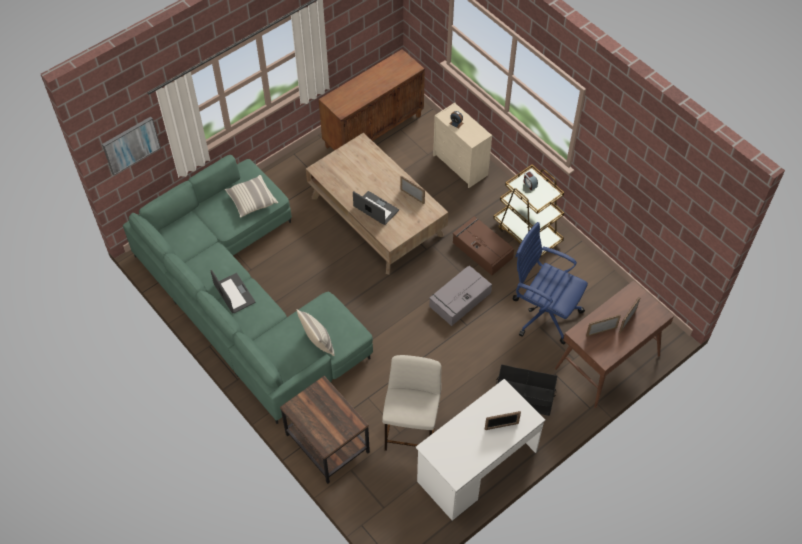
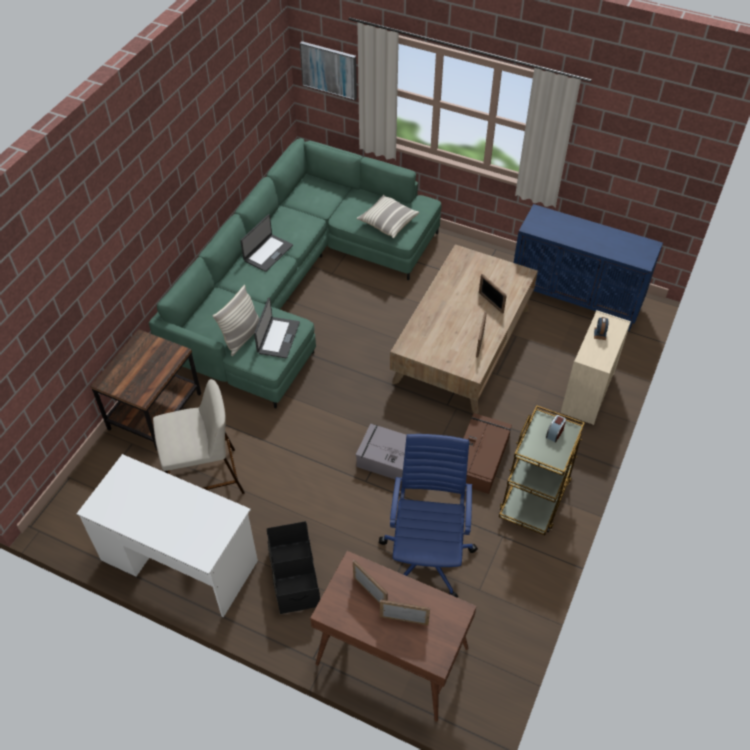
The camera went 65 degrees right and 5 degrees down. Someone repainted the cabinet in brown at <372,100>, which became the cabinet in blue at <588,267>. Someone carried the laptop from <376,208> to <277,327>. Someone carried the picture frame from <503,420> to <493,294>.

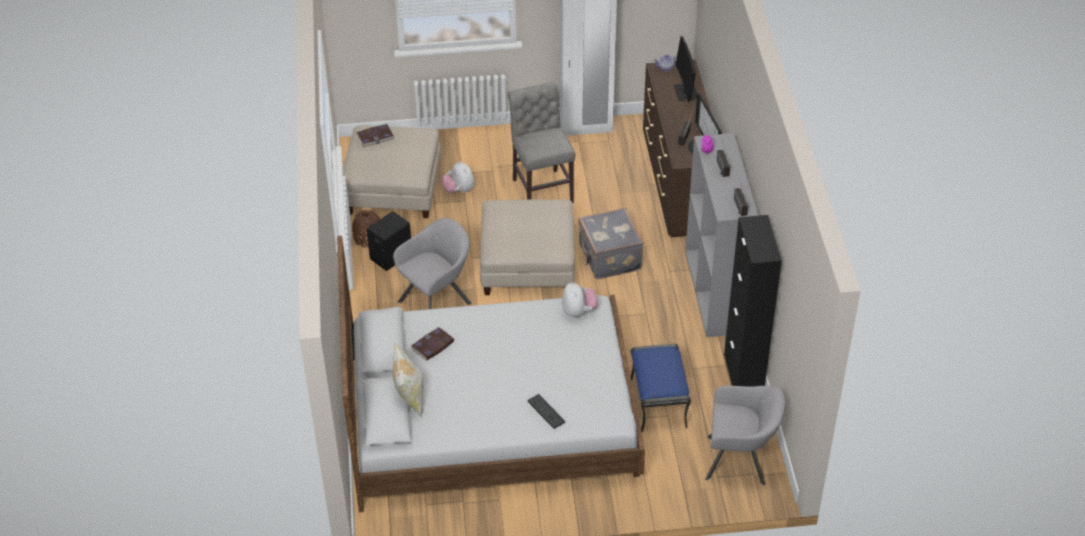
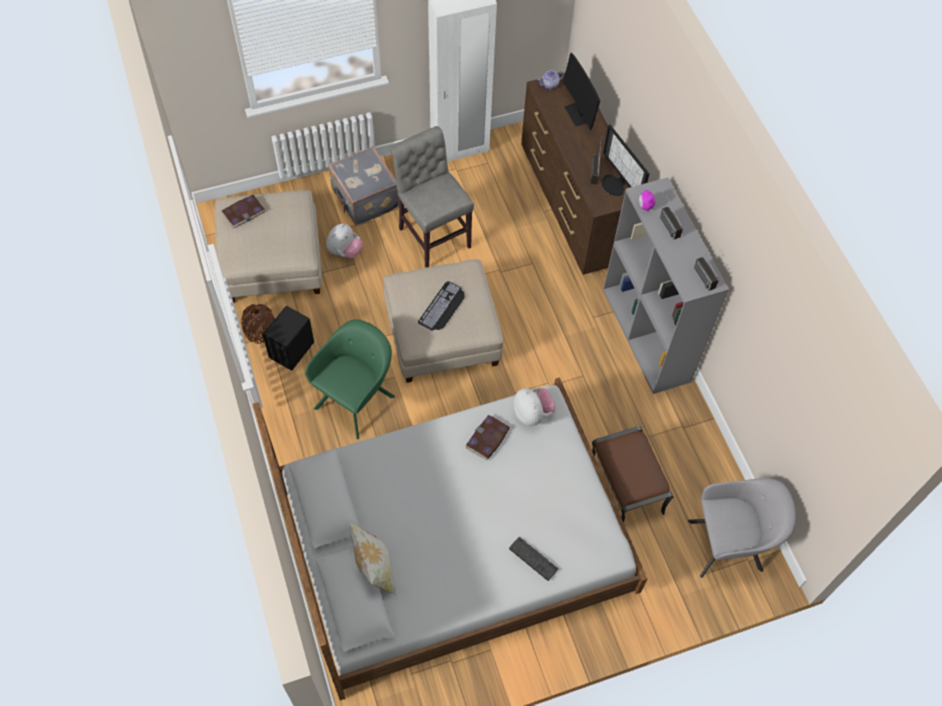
The camera went 15 degrees left and 15 degrees up. Someone rotated the plush toy at <458,177> by 105 degrees counterclockwise. Someone carried the suitcase in grey from <610,243> to <363,186>. Someone took away the cabinet in black at <753,301>. Someone repainted the armchair in grey at <432,263>, which became the armchair in green at <350,379>. Someone carried the book from <432,344> to <488,437>. Someone repainted the ottoman in blue at <660,388>, which became the ottoman in brown at <632,474>. Someone put down the keyboard at <441,306>.

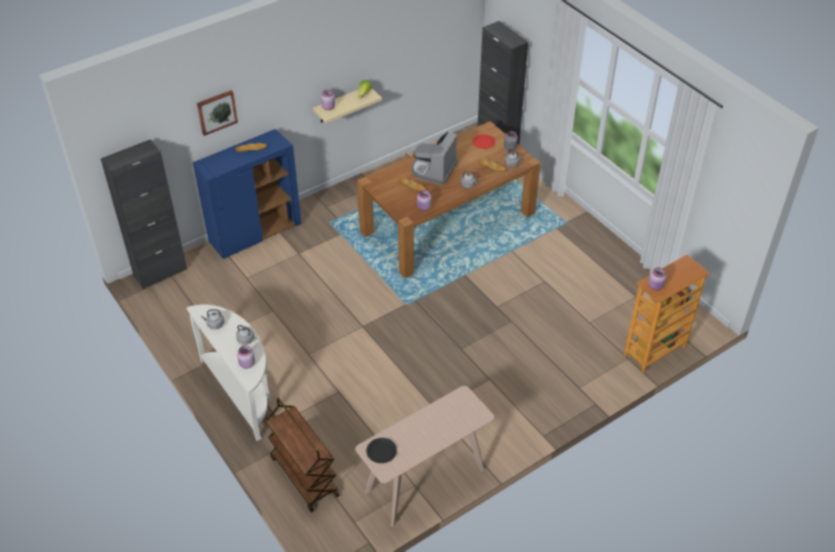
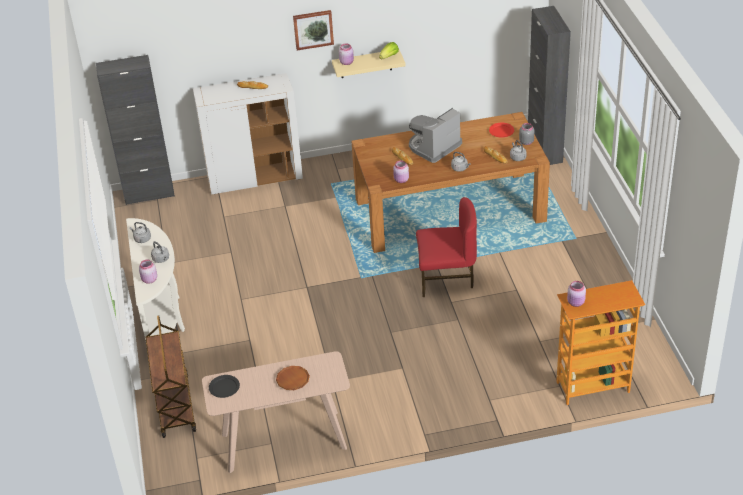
The camera went 25 degrees right and 5 degrees down. Someone carried the picture from <217,113> to <313,30>. Someone repainted the cabinet in blue at <247,194>, which became the cabinet in white at <248,134>. Someone put down the chair in red at <446,247>. Someone put down the plate in brown at <293,378>.

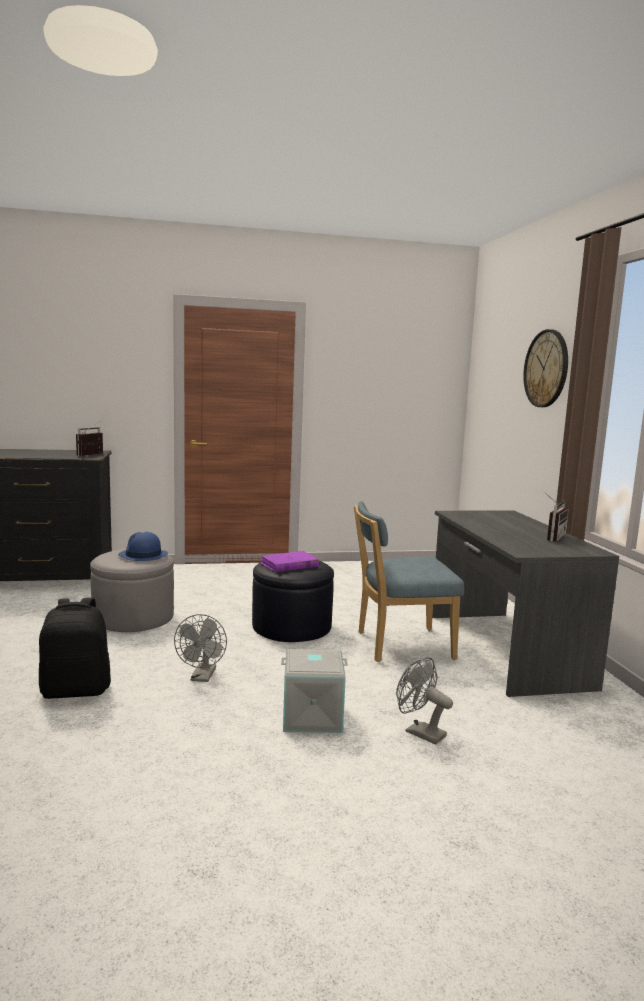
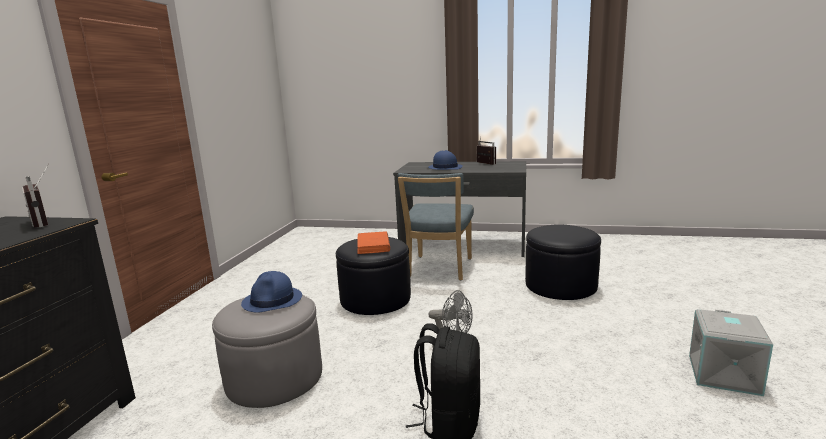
The camera went 65 degrees left and 5 degrees up. Someone took away the wall clock at <545,368>. Someone repainted the book in purple at <289,561>, which became the book in orange at <373,242>. Someone carried the storage box in grey from <314,691> to <731,352>. Someone swapped the fan in grey at <424,701> for the ottoman in black at <563,262>. Someone put down the hat in blue at <445,160>.

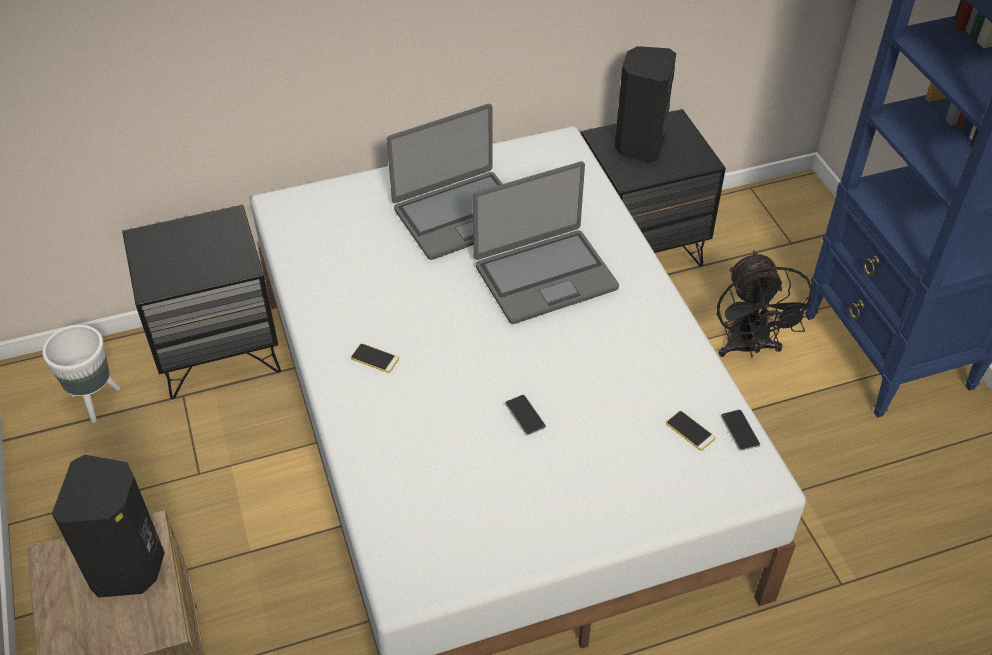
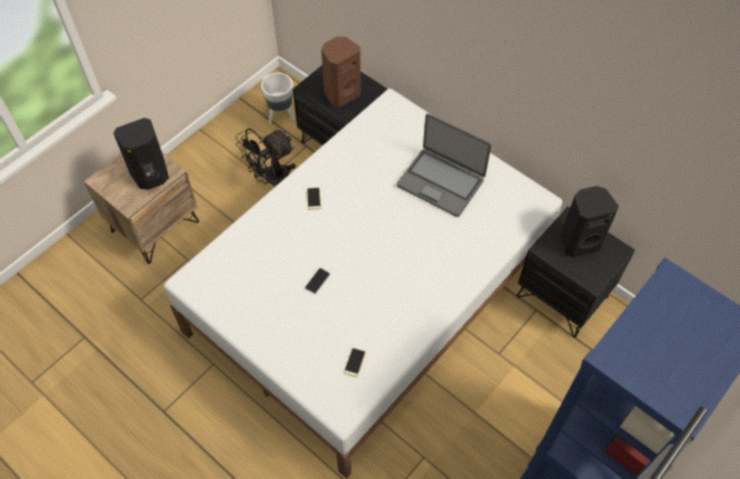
The camera went 60 degrees right and 10 degrees up. Someone took away the laptop at <546,242>. Someone carried the fan in black from <767,304> to <265,157>. Someone took away the phone at <740,430>. Someone put down the speaker in brown at <341,72>.

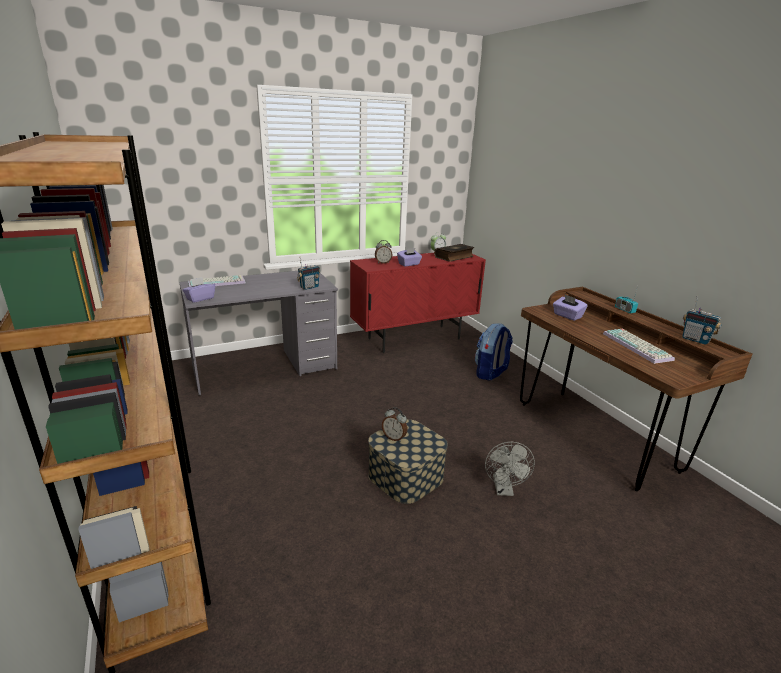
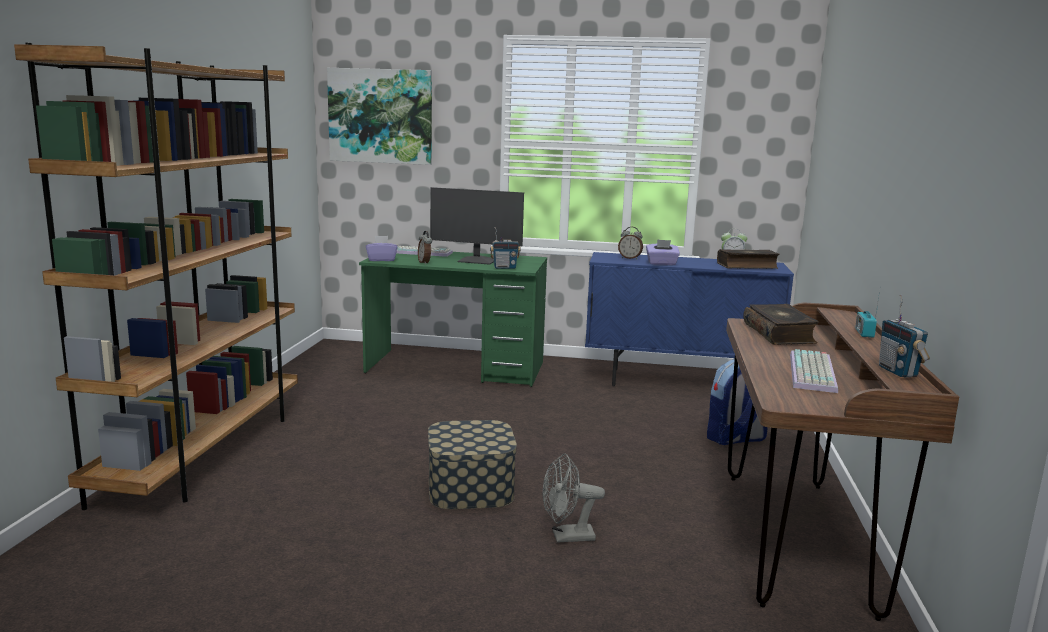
The camera went 35 degrees right and 10 degrees down. Someone repainted the cabinet in red at <418,303>, which became the cabinet in blue at <689,319>. Someone repainted the desk in grey at <258,333>, which became the desk in green at <453,319>. Someone swapped the tissue box in purple at <570,307> for the book at <781,324>. Someone carried the alarm clock from <395,424> to <425,248>. Someone rotated the fan in grey at <510,469> by 45 degrees clockwise. Someone put up the picture at <379,116>. Someone put down the monitor at <477,226>.

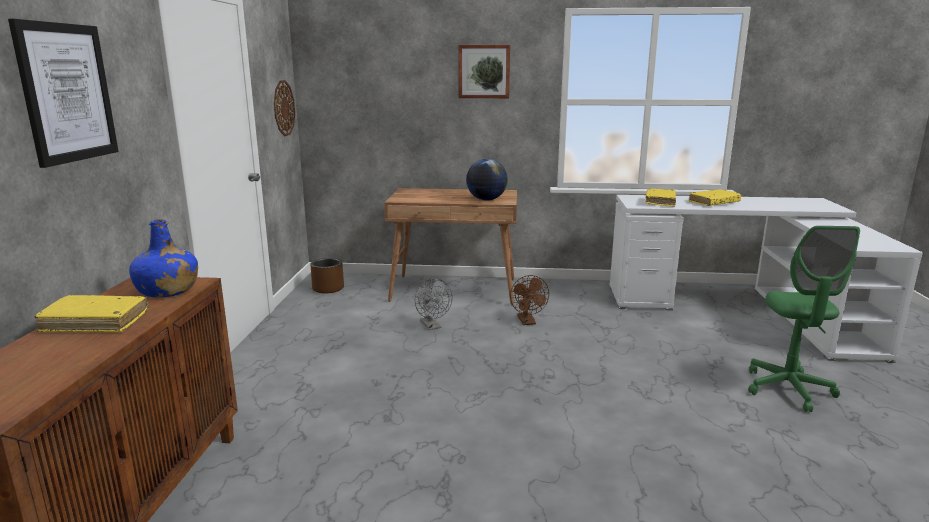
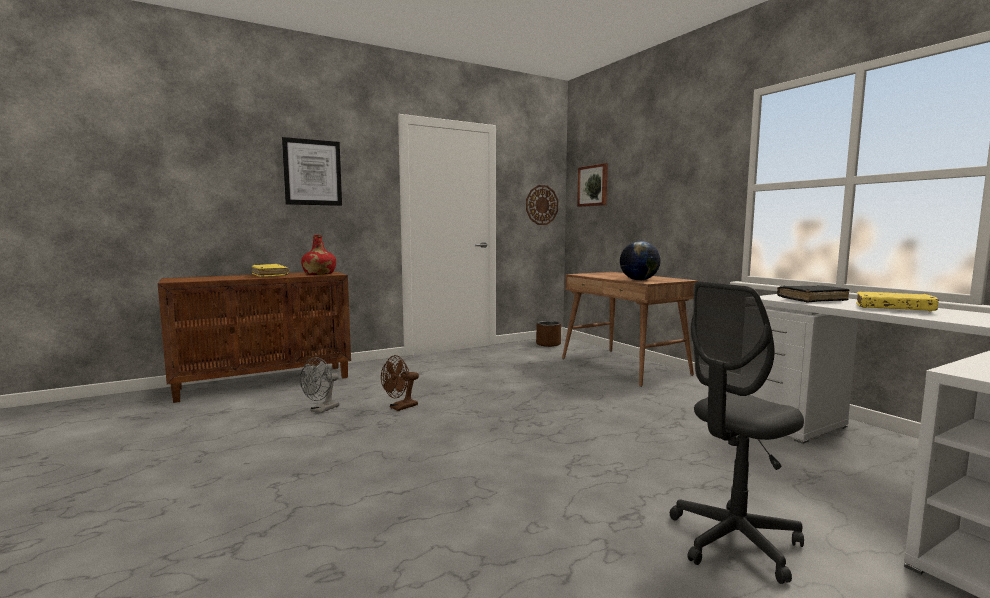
The camera went 55 degrees right and 10 degrees down. Someone carried the picture from <484,71> to <592,185>. Someone repainted the book in yellow at <660,198>, which became the book in black at <813,294>. Someone repainted the bottle in blue at <163,258>, which became the bottle in red at <318,255>. Someone repainted the office chair in green at <804,319>, which became the office chair in grey at <737,433>. Someone carried the fan in brown from <529,300> to <400,383>. Someone carried the fan in grey from <433,304> to <319,385>.

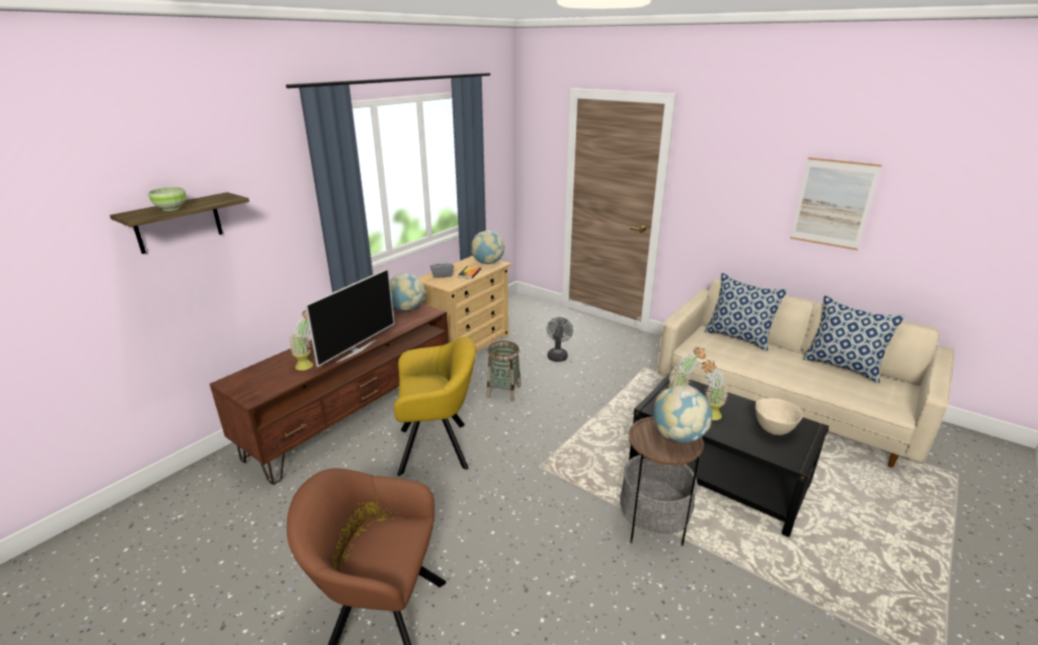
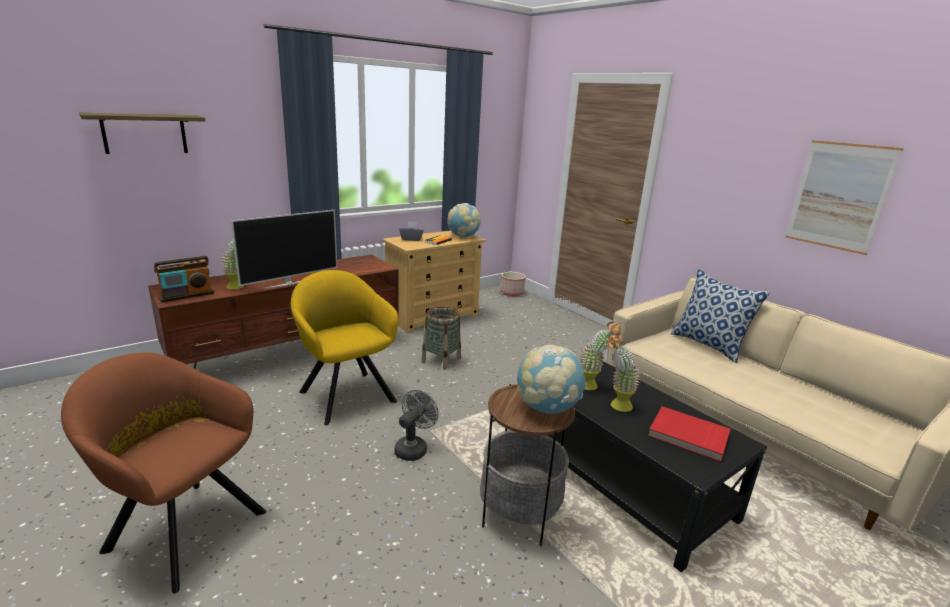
The camera went 15 degrees right and 5 degrees down. Someone took away the bowl in green at <167,199>. Someone took away the globe at <408,292>. Someone took away the pillow at <854,339>. Someone carried the fan in grey from <560,339> to <416,425>. Someone rotated the armchair in yellow at <435,406> by 135 degrees counterclockwise. Someone swapped the bowl in beige at <779,416> for the book in red at <689,434>. Someone put down the radio at <184,279>. Someone put down the planter at <513,284>.

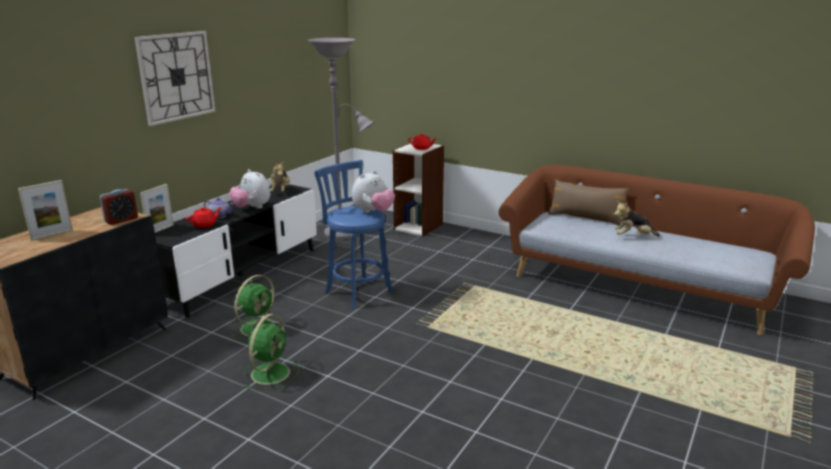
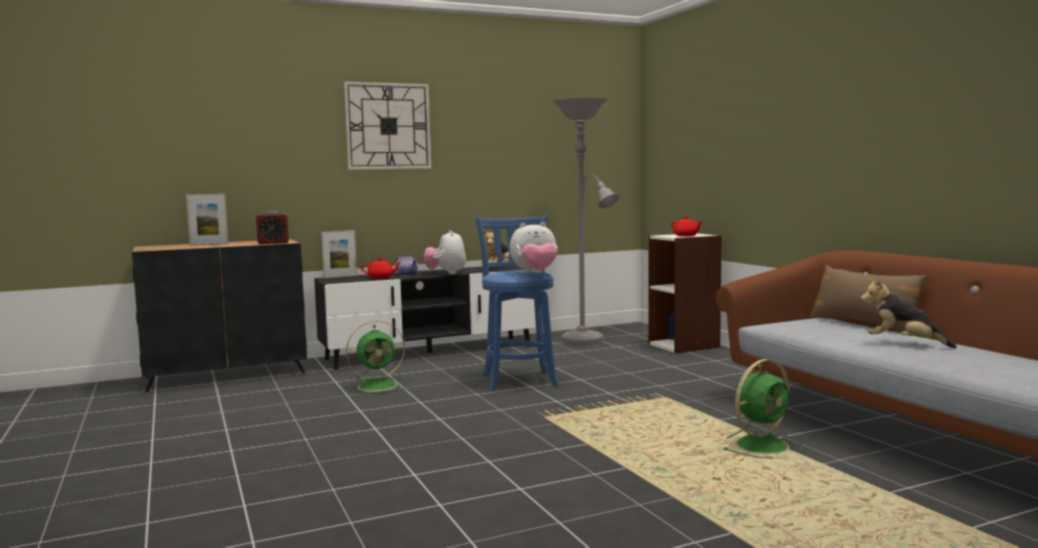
The camera went 35 degrees right and 15 degrees down. Someone carried the fan in green from <272,351> to <763,408>.

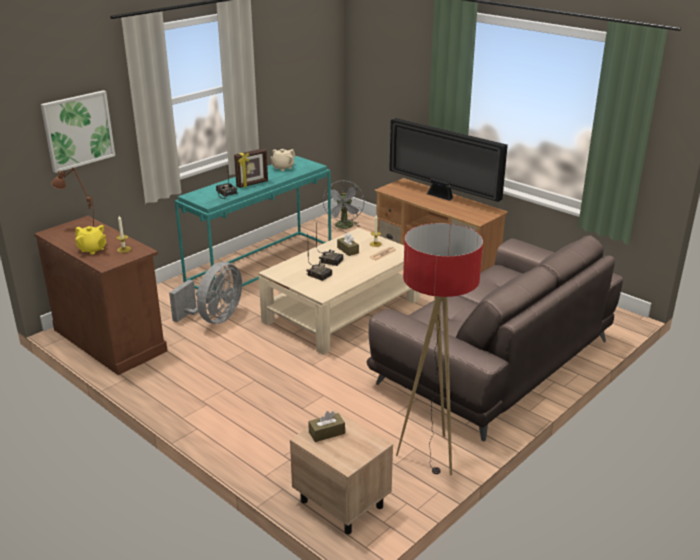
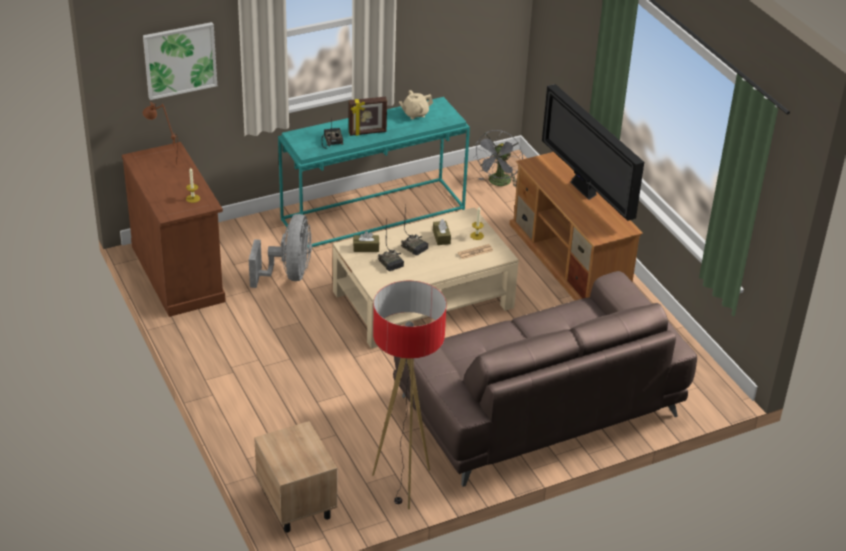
The camera went 20 degrees right and 10 degrees up. Someone took away the teapot in yellow at <90,240>. Someone rotated the fan in grey at <205,293> by 45 degrees counterclockwise. Someone carried the tissue box in brown from <326,426> to <366,241>.

